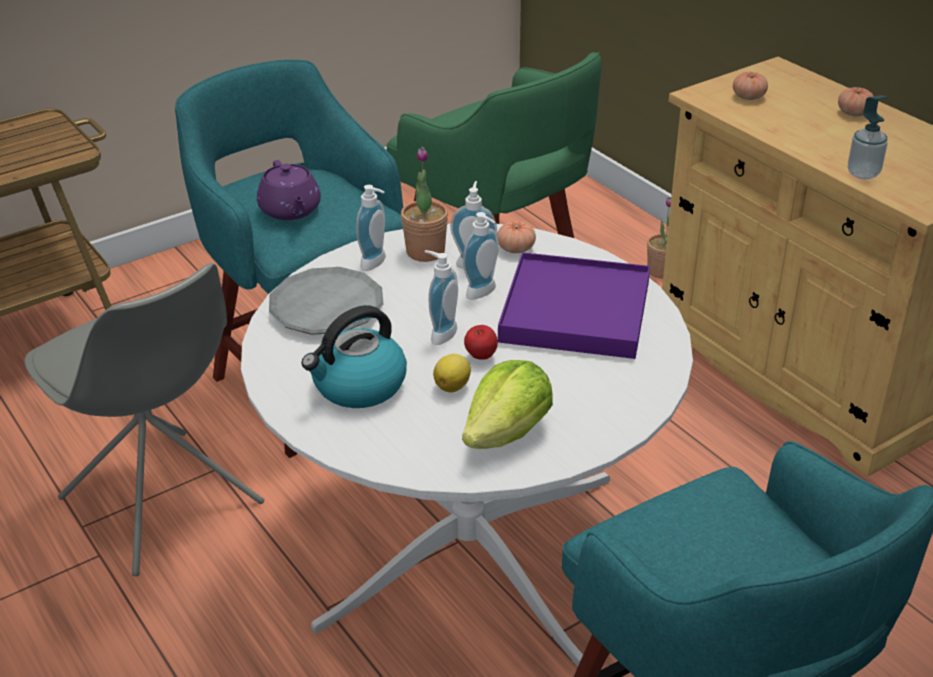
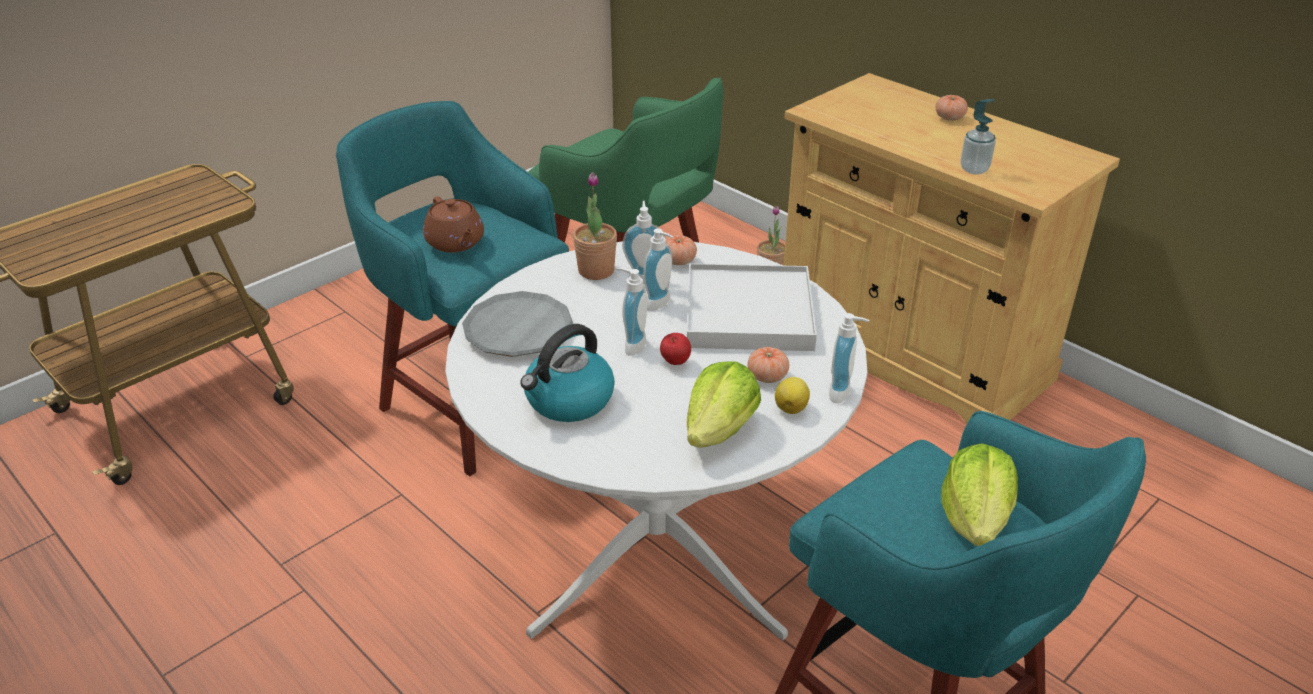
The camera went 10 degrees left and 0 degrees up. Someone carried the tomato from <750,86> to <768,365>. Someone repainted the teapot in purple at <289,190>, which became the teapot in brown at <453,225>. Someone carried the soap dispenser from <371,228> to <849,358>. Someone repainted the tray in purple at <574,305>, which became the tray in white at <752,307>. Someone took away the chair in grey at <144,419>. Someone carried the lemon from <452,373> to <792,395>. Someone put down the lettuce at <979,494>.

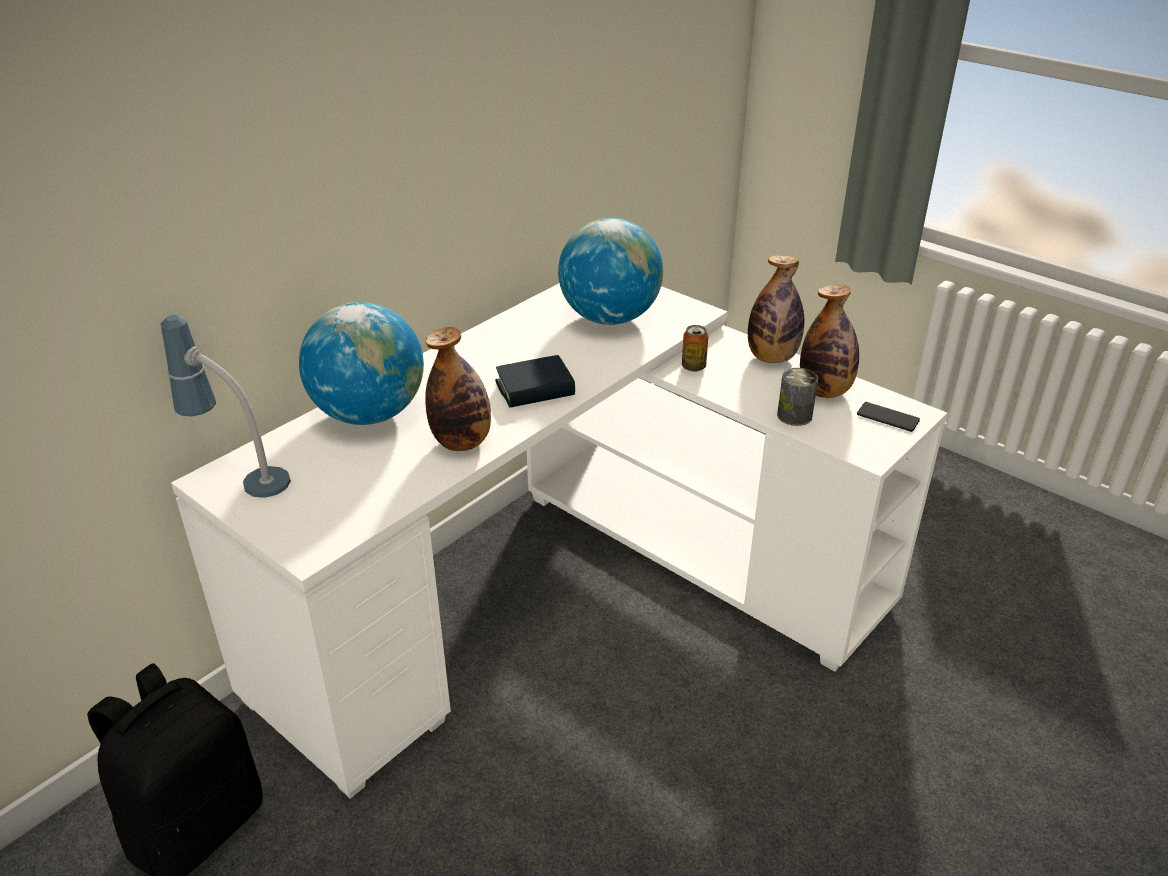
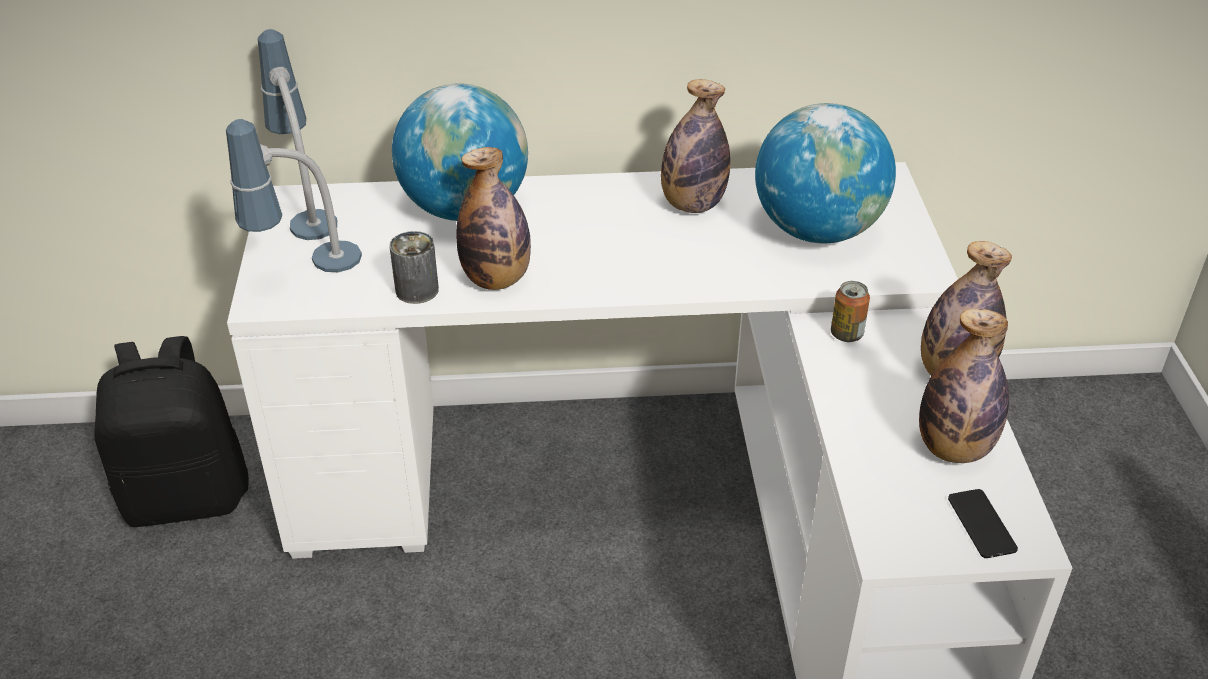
The camera went 45 degrees right and 5 degrees up. Someone took away the book at <535,381>. Someone carried the can from <797,397> to <414,267>. Someone put down the bottle at <695,146>. Someone put down the table lamp at <294,195>.

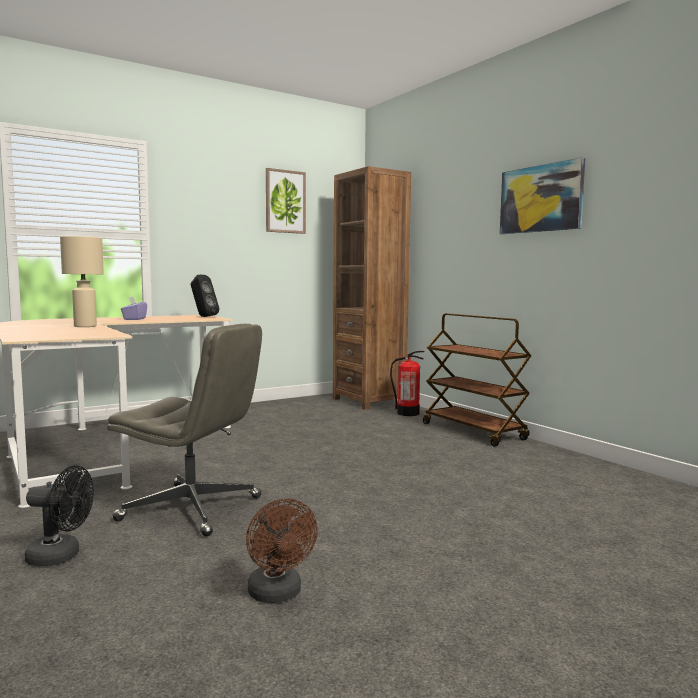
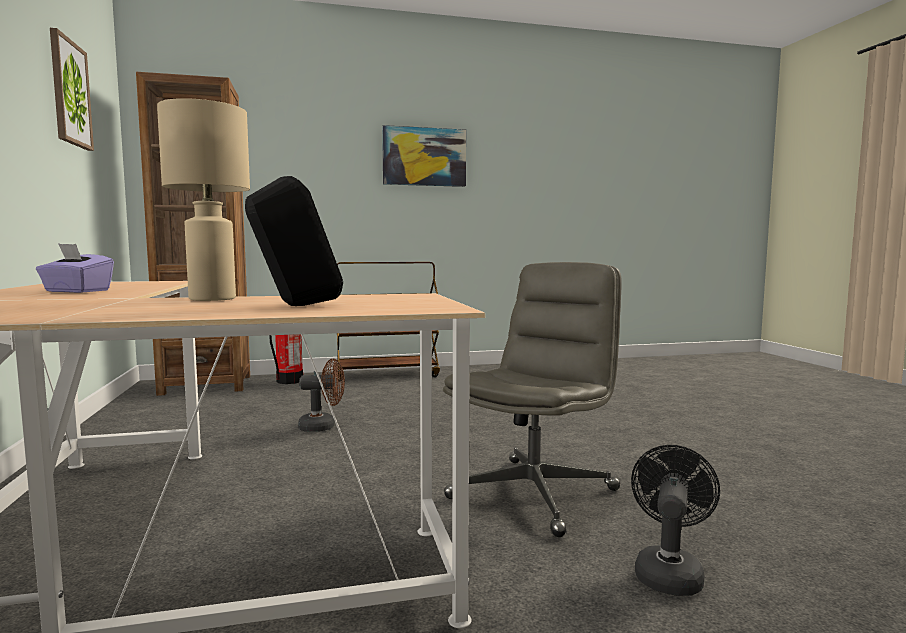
The camera went 70 degrees left and 0 degrees up. Someone carried the speaker in black from <205,296> to <294,241>. Someone carried the fan in brown from <282,550> to <321,395>.

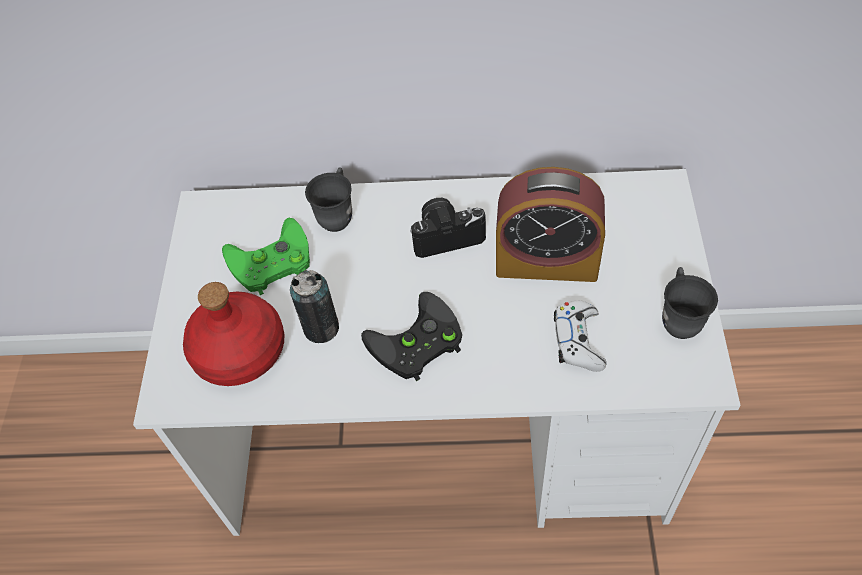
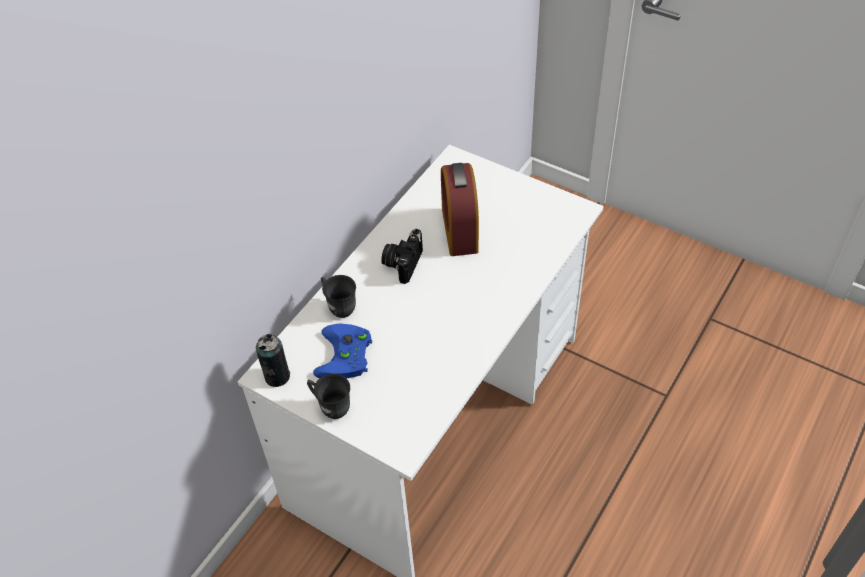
The camera went 60 degrees left and 5 degrees down. Someone rotated the alarm clock at <550,224> by 135 degrees clockwise. Someone repainted the game controller in green at <266,256>, which became the game controller in blue at <342,351>. Someone carried the mug in grey from <690,303> to <328,396>. Someone carried the can from <314,306> to <273,360>. Someone took away the bottle in red at <233,334>. Someone took away the game controller in black at <411,336>. Someone took away the game controller in white at <580,336>.

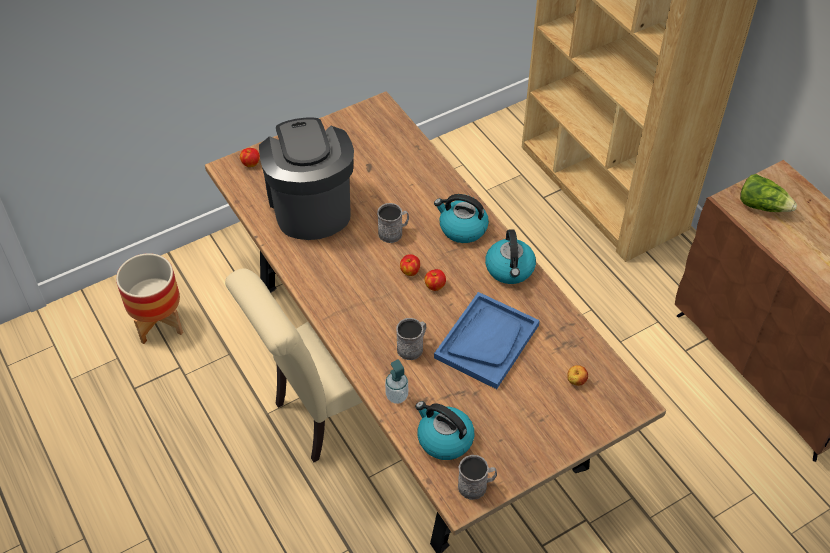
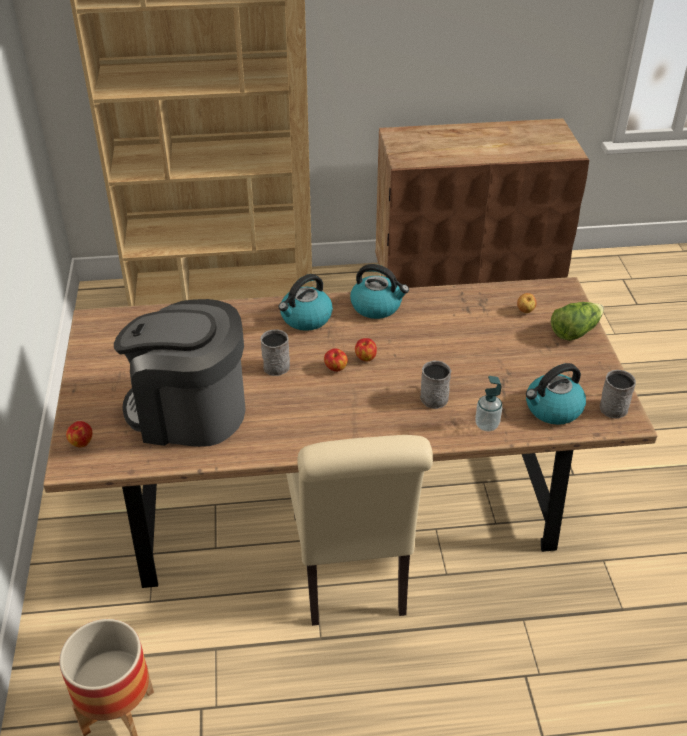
The camera went 65 degrees left and 10 degrees down. Someone carried the lettuce from <768,193> to <577,321>. Someone took away the tray in blue at <487,340>.

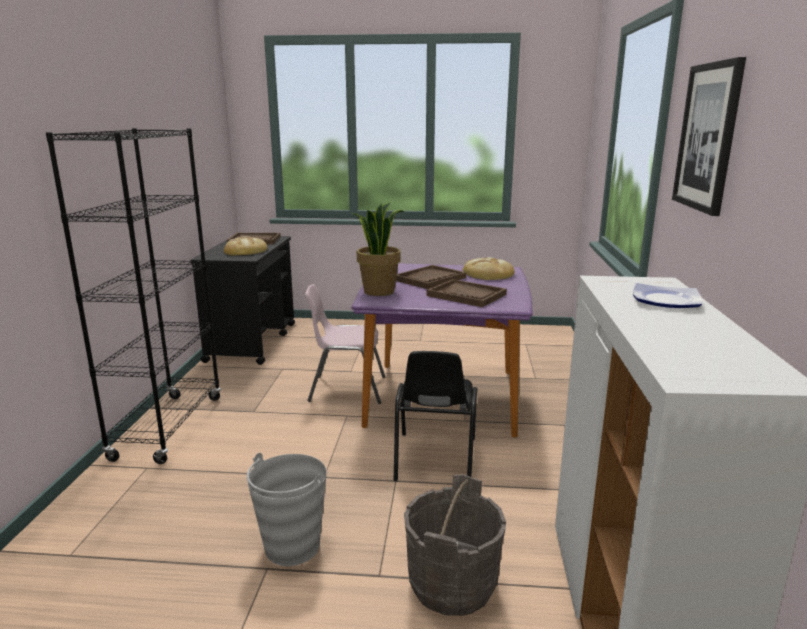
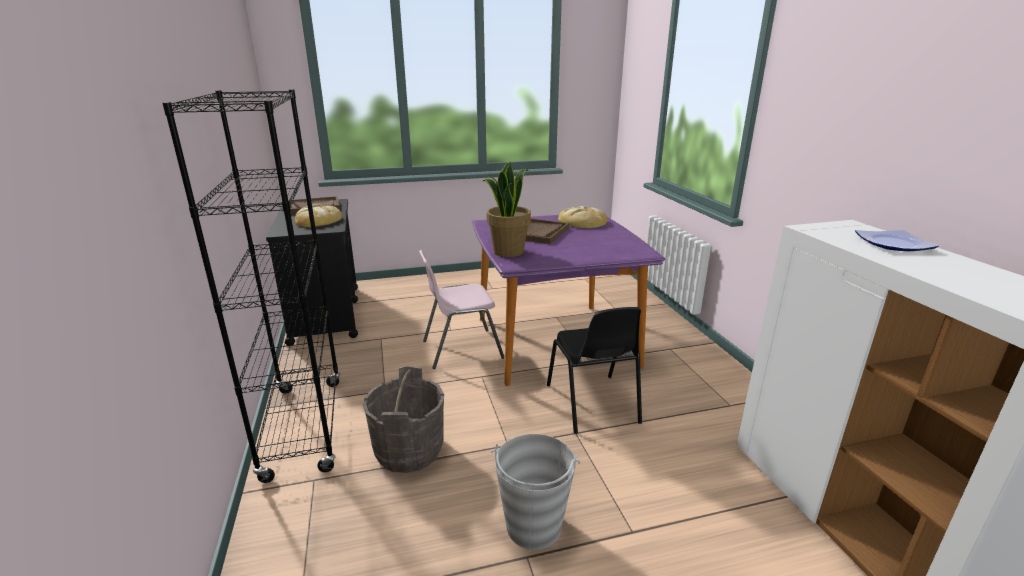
The camera went 20 degrees left and 5 degrees up. Someone took away the picture at <709,136>. Someone took away the tray in brown at <467,293>. Someone carried the bucket in grey from <455,545> to <403,419>.

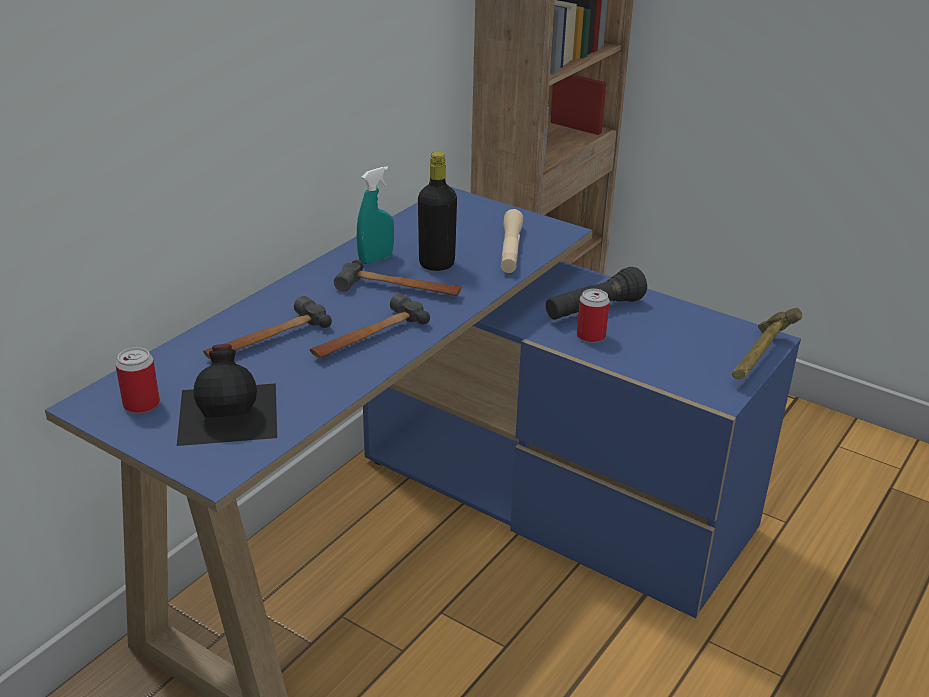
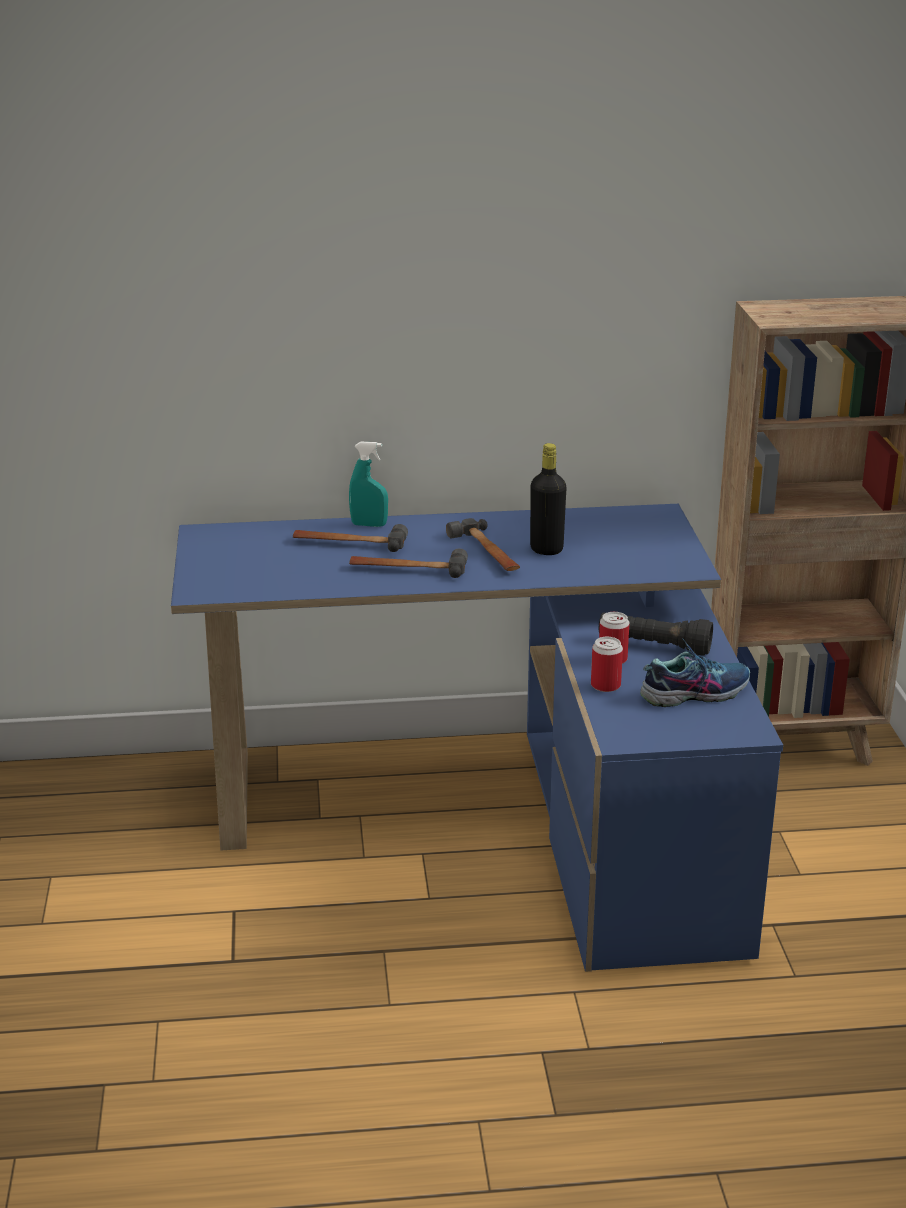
The camera went 50 degrees right and 5 degrees down. Someone carried the spray bottle in turquoise from <375,215> to <368,484>. Someone took away the flashlight in beige at <512,241>. Someone took away the hammer at <767,343>. Someone took away the bottle in black at <227,395>. Someone carried the can from <137,380> to <607,664>. Someone put down the shoe at <695,673>.

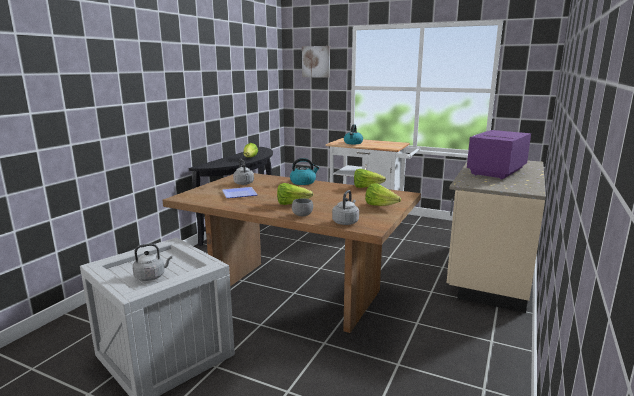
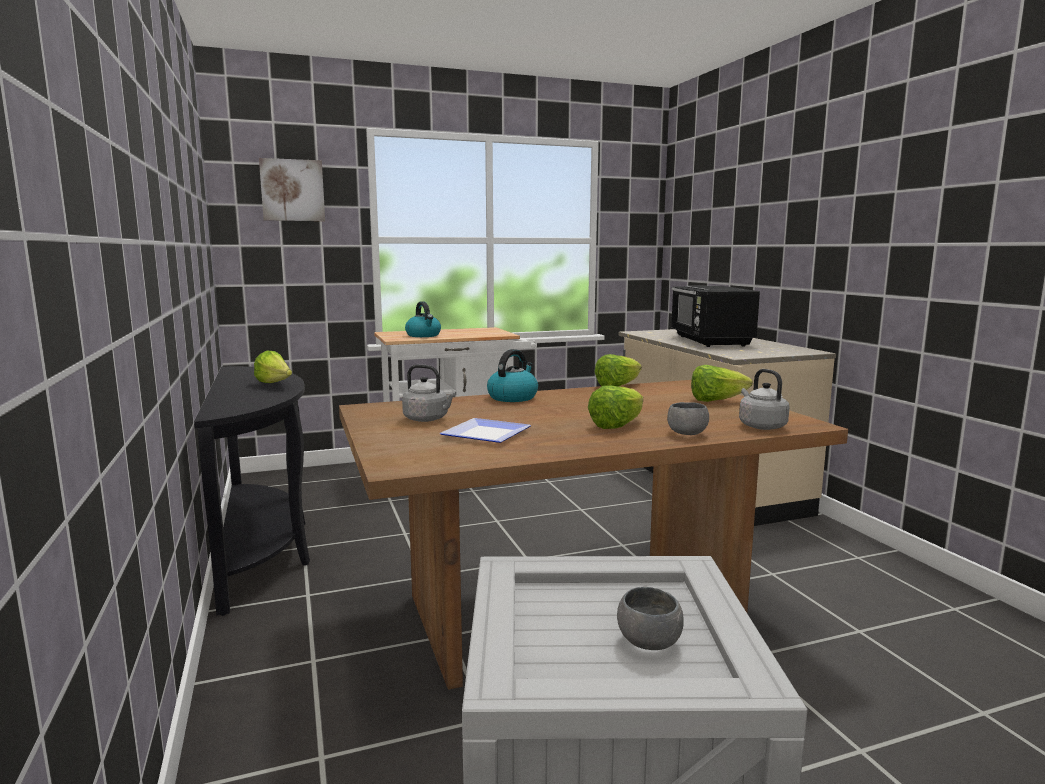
The camera went 45 degrees left and 5 degrees down. Someone repainted the microwave in purple at <499,154>, which became the microwave in black at <715,316>. Someone swapped the kettle in grey at <152,262> for the bowl in grey at <650,618>.

